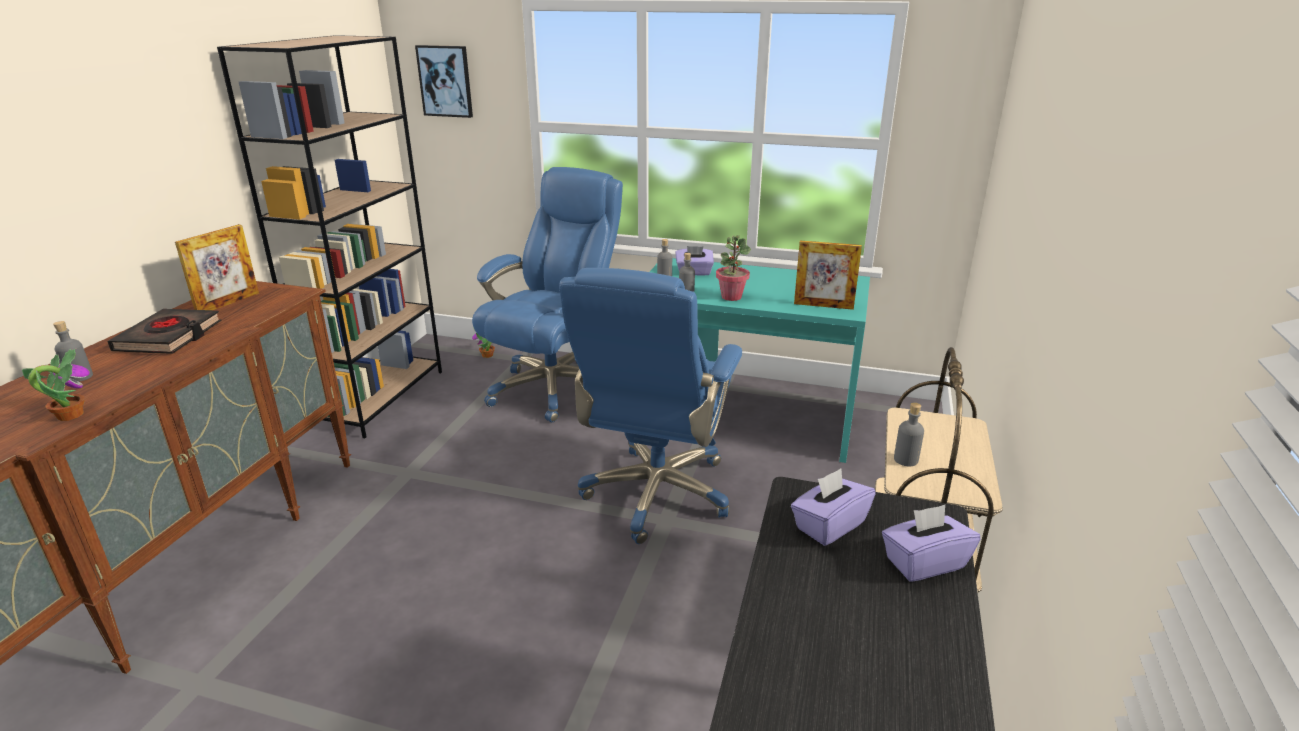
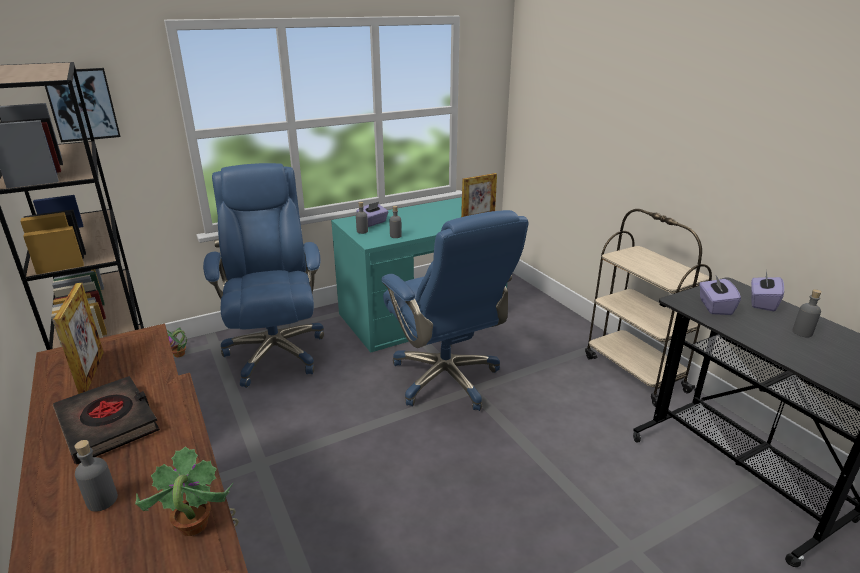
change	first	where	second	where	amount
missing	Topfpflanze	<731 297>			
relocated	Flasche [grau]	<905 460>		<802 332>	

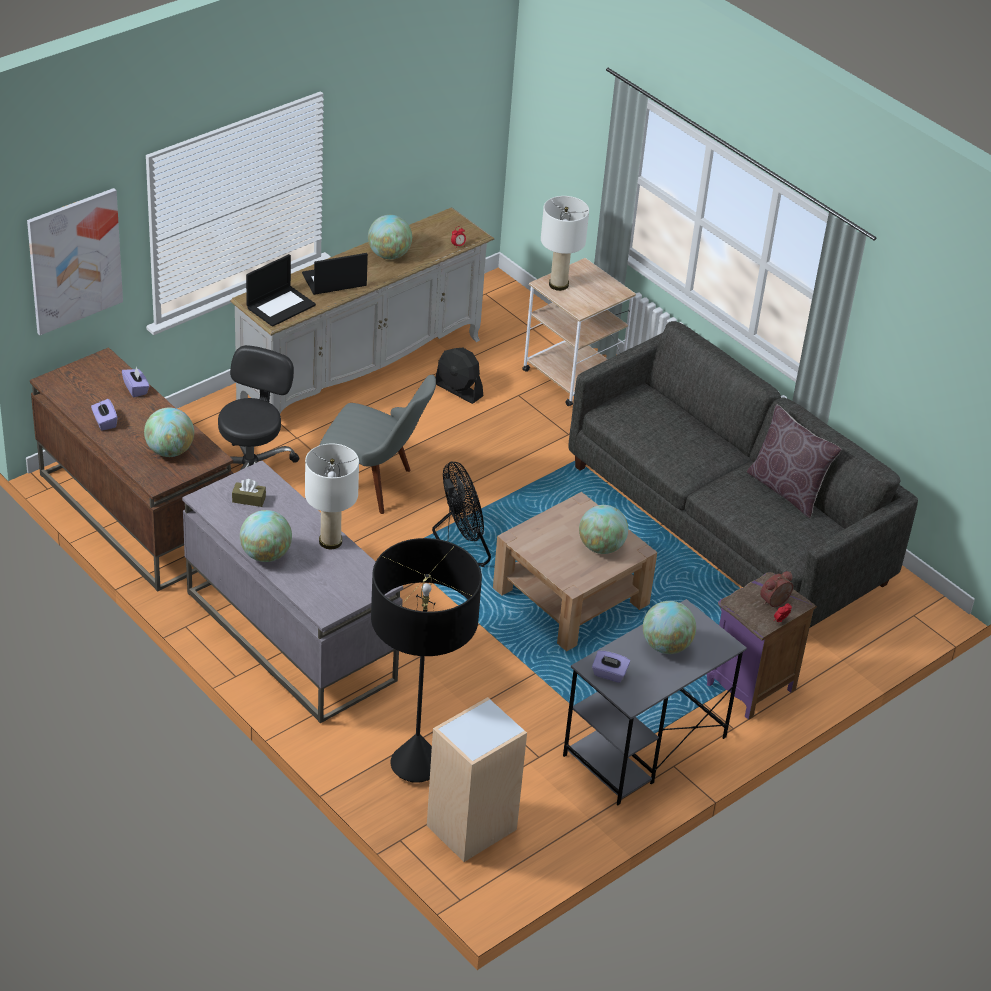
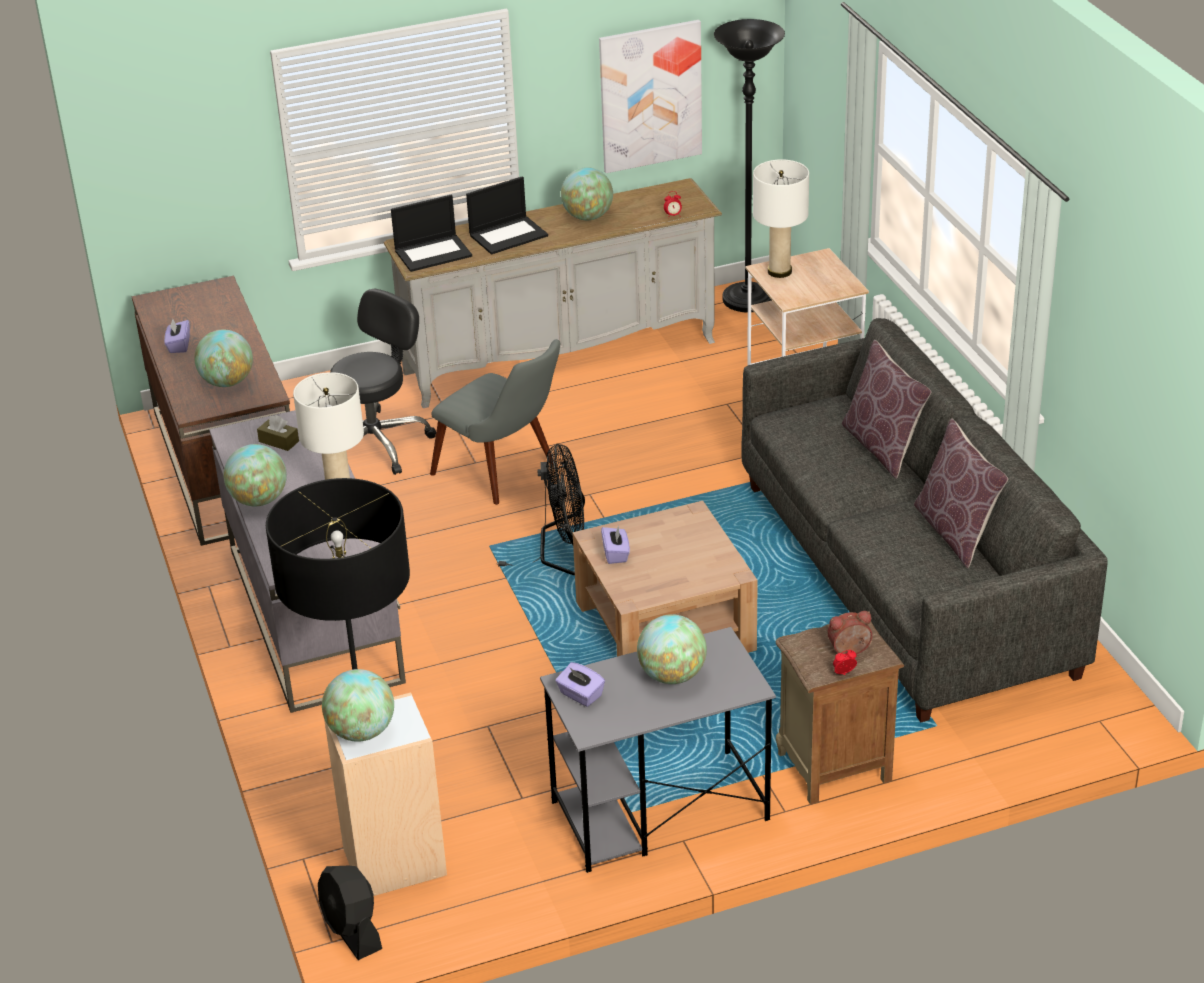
change	first	where	second	where	amount
relocated	Bild	<74 260>		<650 96>	
relocated	Taschentuchbox [lila]	<136 389>		<616 554>	
spun	Laptop	<334 280>		<508 235>	150 degrees clockwise
relocated	Ventilator [schwarz]	<458 390>		<352 930>	
relocated	Globus	<601 547>		<361 731>	
colour	Nachttisch [lila]	<749 686>	Nachttisch [beige]	<832 766>	
appeared			Stehlampe [schwarz]	<747 300>	
appeared			Kissen [braun]	<882 447>	

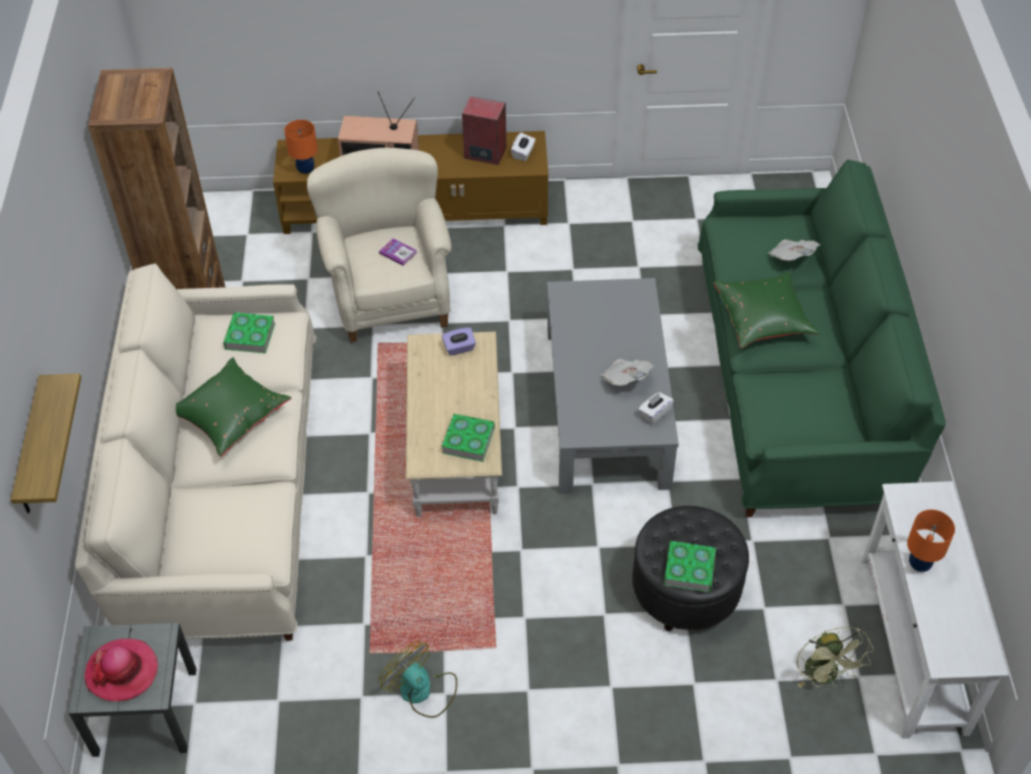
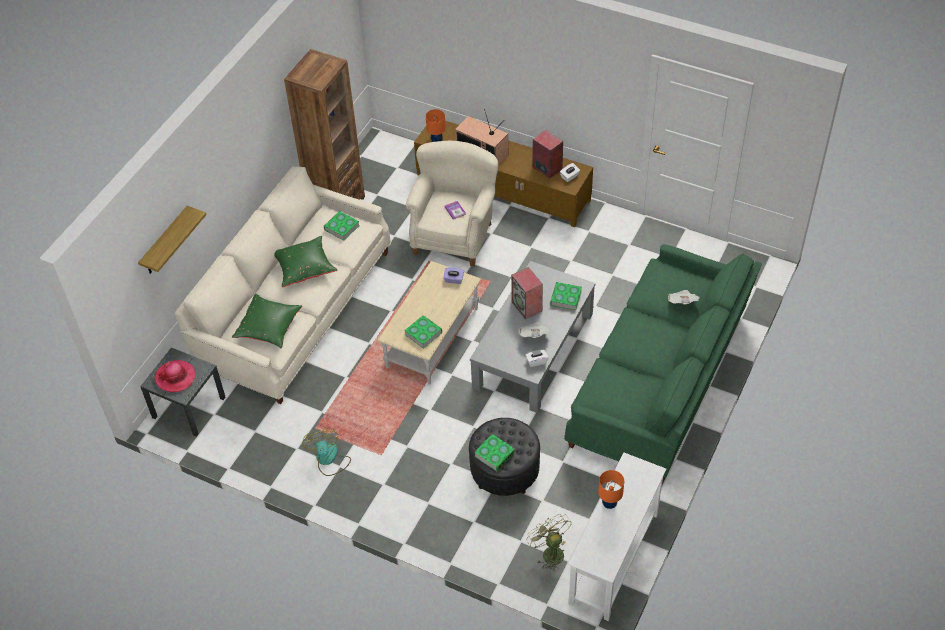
change	first	where	second	where	amount
relocated	Kissen [grün]	<763 320>		<269 328>	
spun	Ventilator [grün]	<825 676>		<549 552>	135 degrees clockwise
appeared			Lautsprecher	<527 306>	
appeared			Buch	<565 298>	

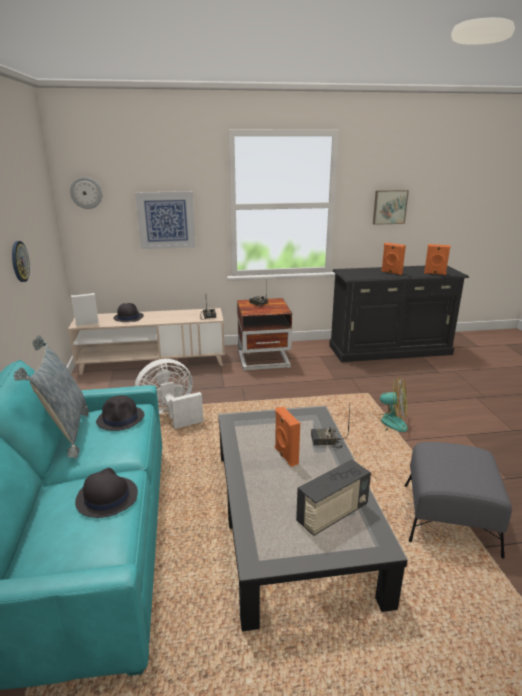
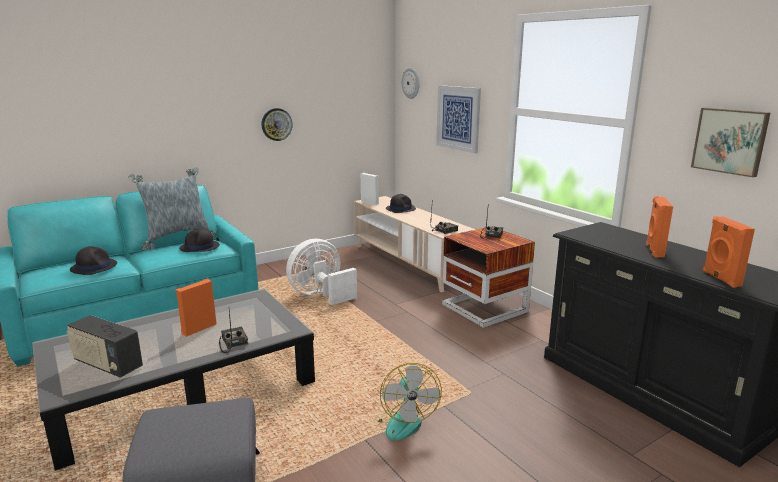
change	first	where	second	where	amount
spun	Ventilator [weiß]	<170 414>		<320 295>	75 degrees counterclockwise

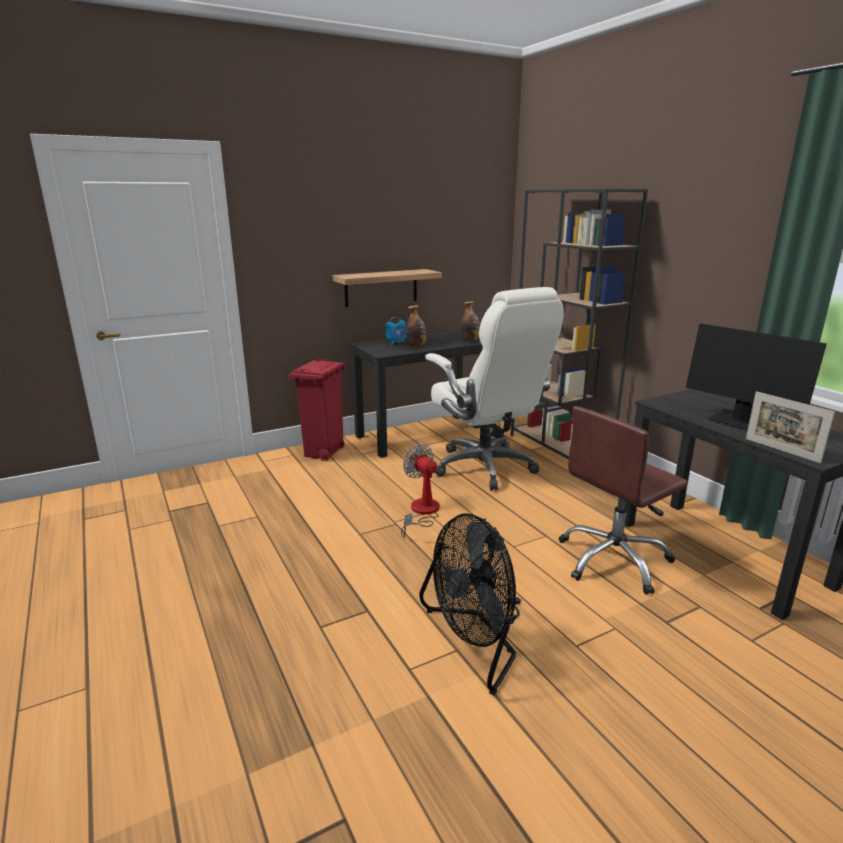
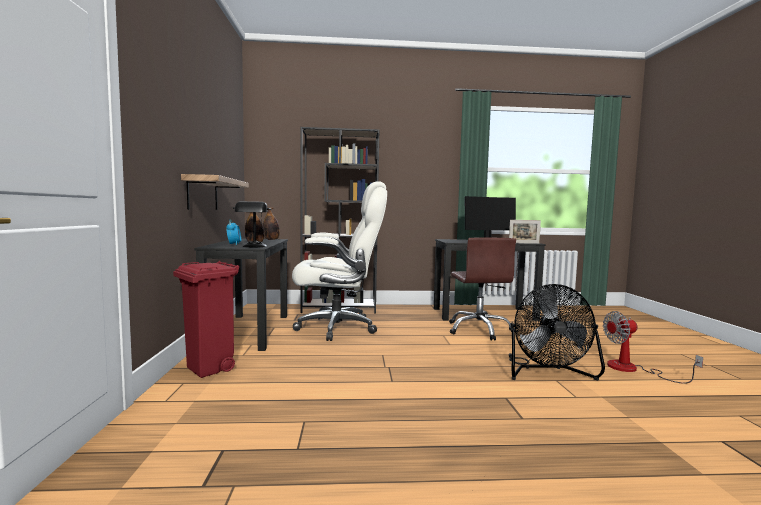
change	first	where	second	where	amount
relocated	Ventilator	<422 512>		<633 369>	
appeared			Tischlampe [schwarz]	<254 246>	

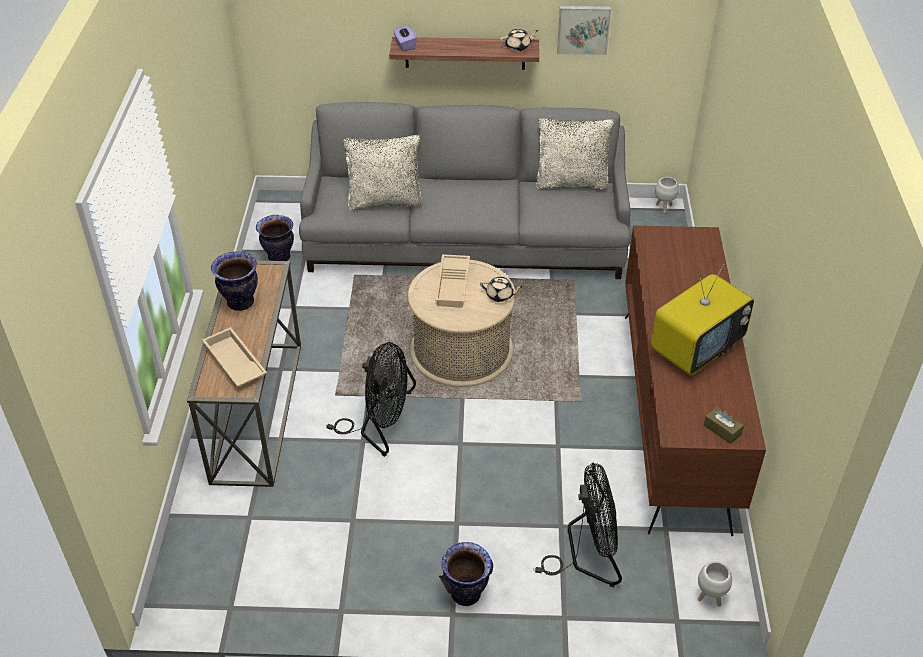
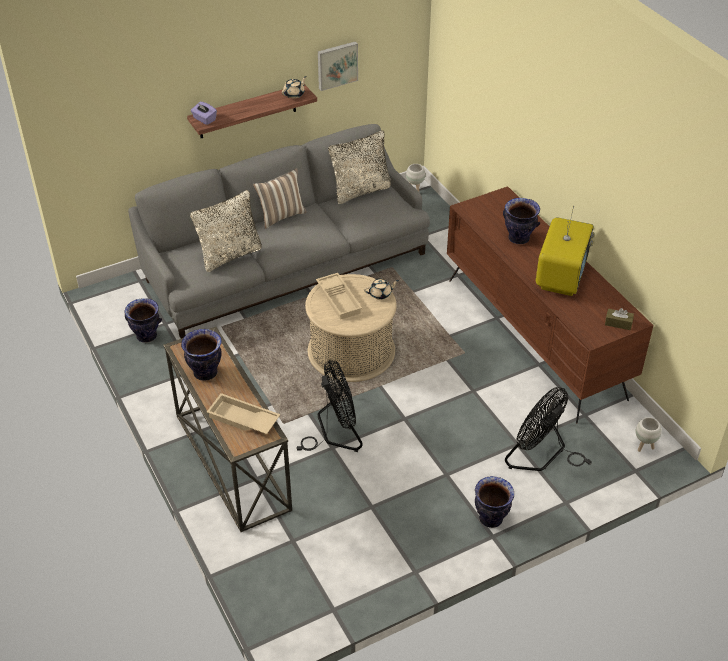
change	first	where	second	where	amount
spun	Ventilator [schwarz]	<586 549>		<545 452>	105 degrees counterclockwise
appeared			Kissen	<281 216>	
appeared			Vase	<519 238>	

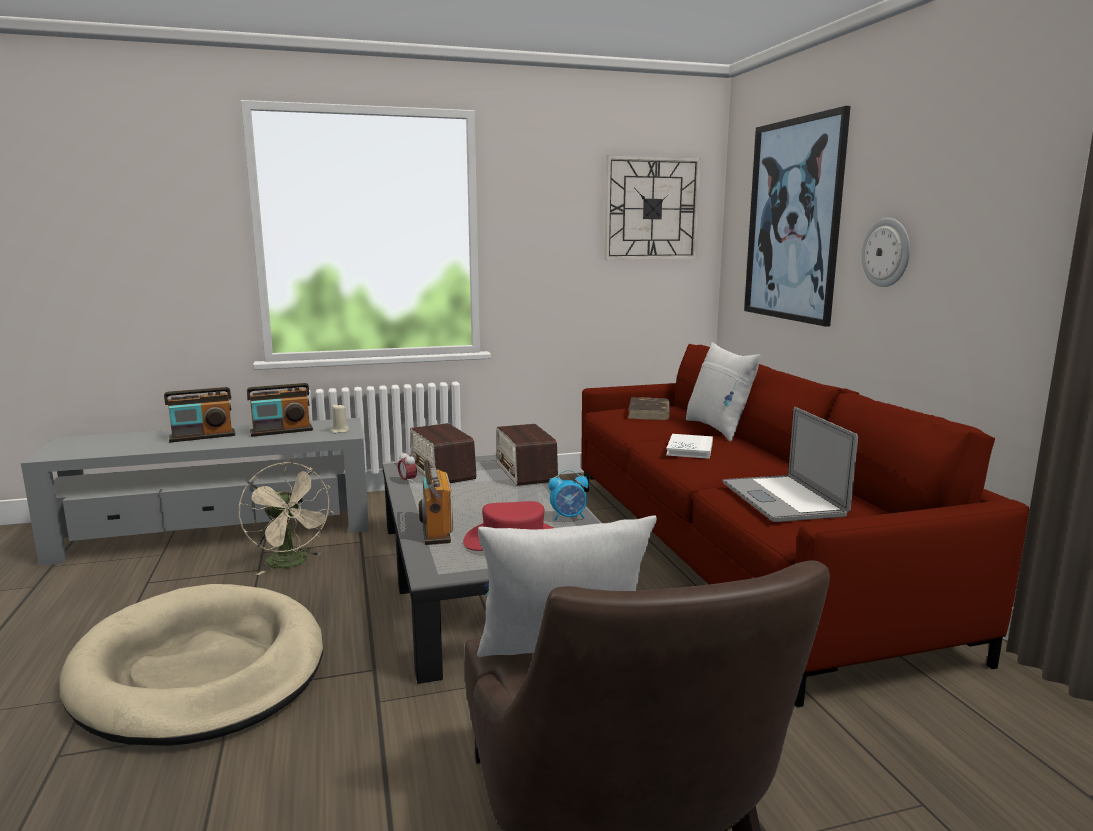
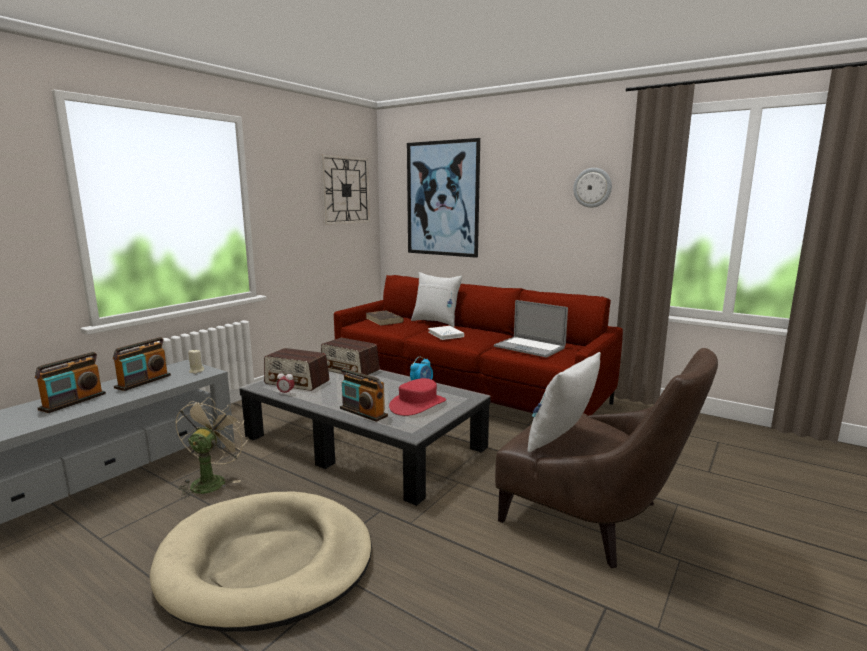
change	first	where	second	where	amount
spun	Ventilator [beige]	<292 563>		<211 481>	90 degrees counterclockwise
relocated	Wanduhr	<887 252>		<592 187>	

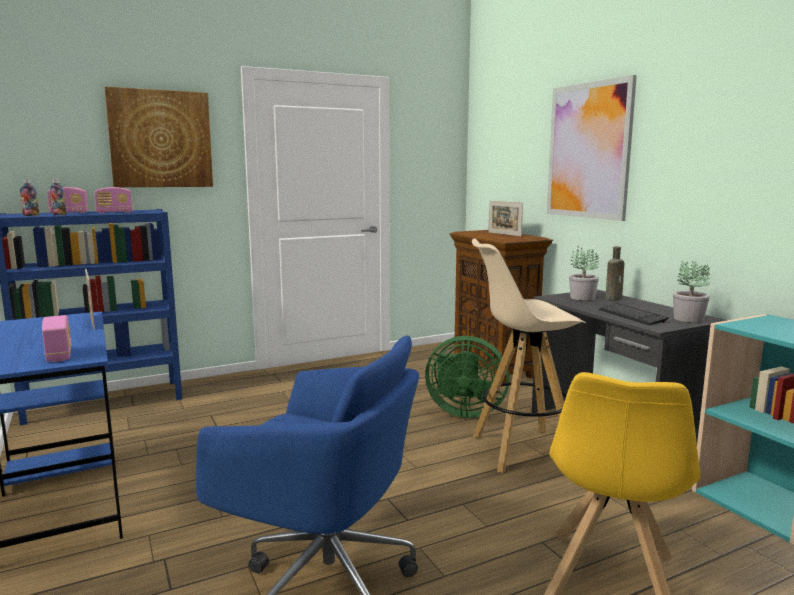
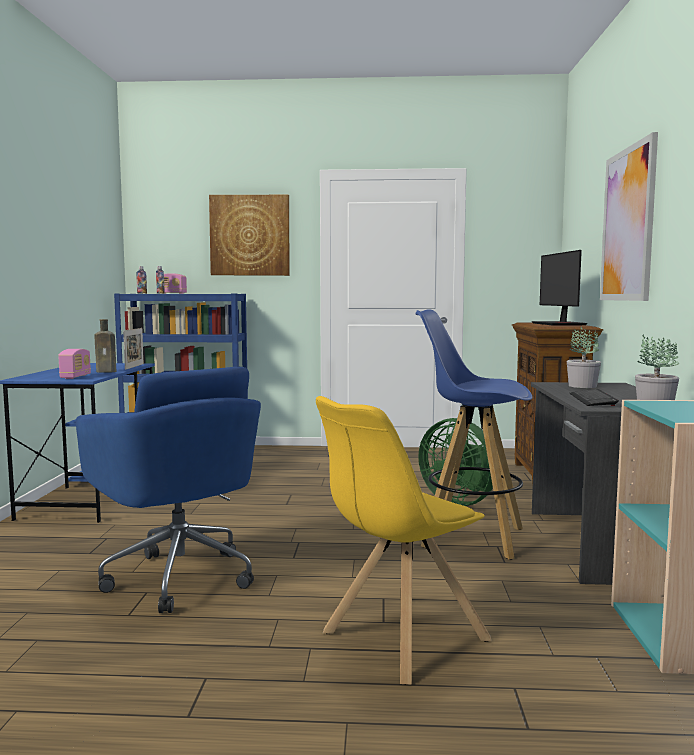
change	first	where	second	where	amount
missing	Radio	<114 212>			
colour	Hocker [beige]	<520 449>	Hocker [blau]	<470 537>	
exchanged	Bilderrahmen	<504 234>	Monitor	<559 324>	
relocated	Flasche [braun]	<614 298>		<107 371>	

